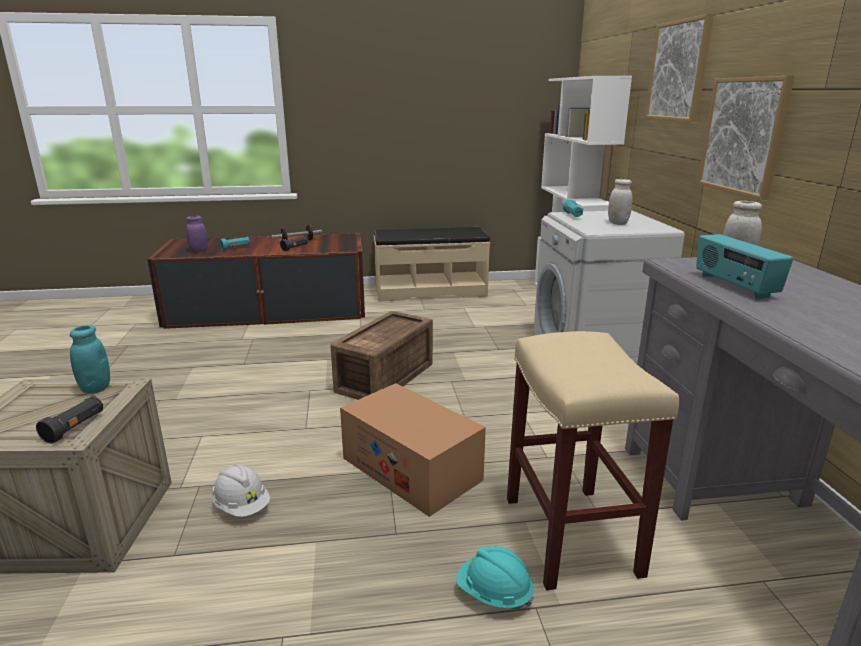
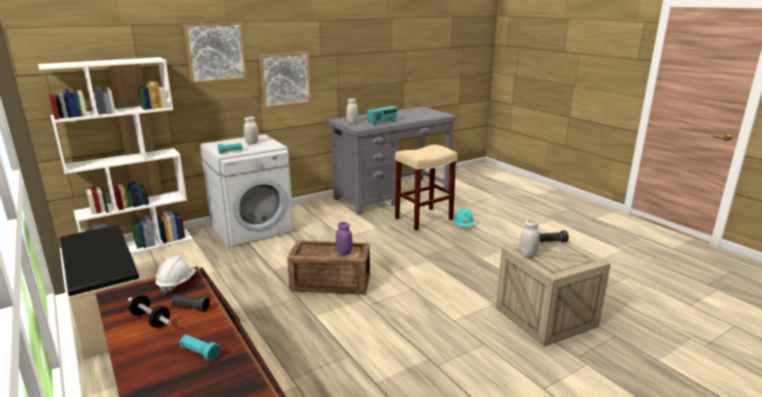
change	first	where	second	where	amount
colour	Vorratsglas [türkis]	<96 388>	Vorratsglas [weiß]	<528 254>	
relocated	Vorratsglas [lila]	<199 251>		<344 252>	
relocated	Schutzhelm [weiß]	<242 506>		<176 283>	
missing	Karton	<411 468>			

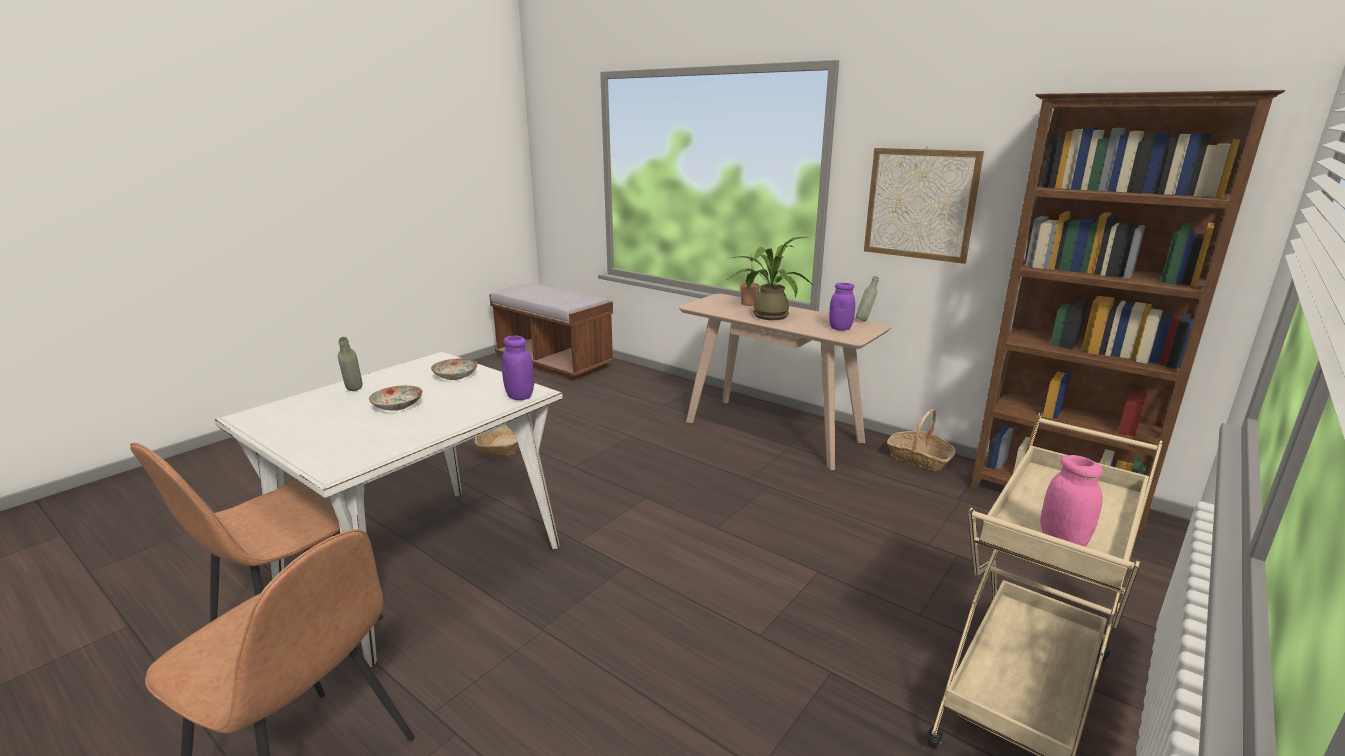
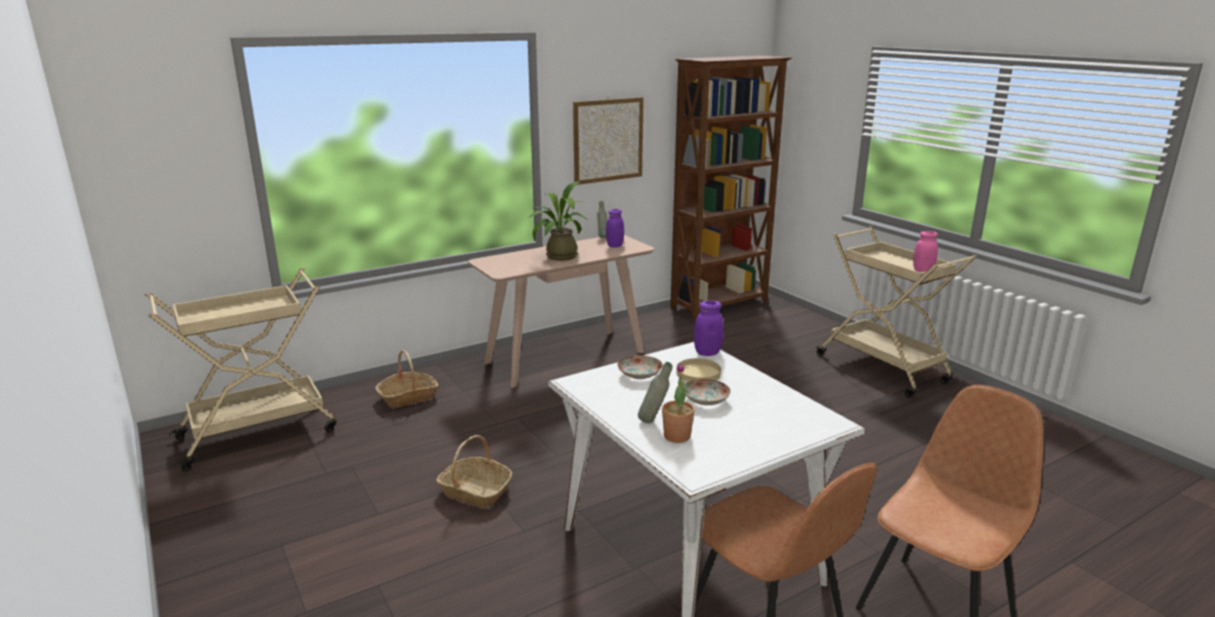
change	first	where	second	where	amount
exchanged	Bank [braun]	<554 363>	Rollwagen [beige]	<258 435>	
relocated	Topfpflanze	<749 304>		<677 436>	
relocated	Korb	<919 459>		<408 397>	
appeared			Teller [beige]	<698 374>	

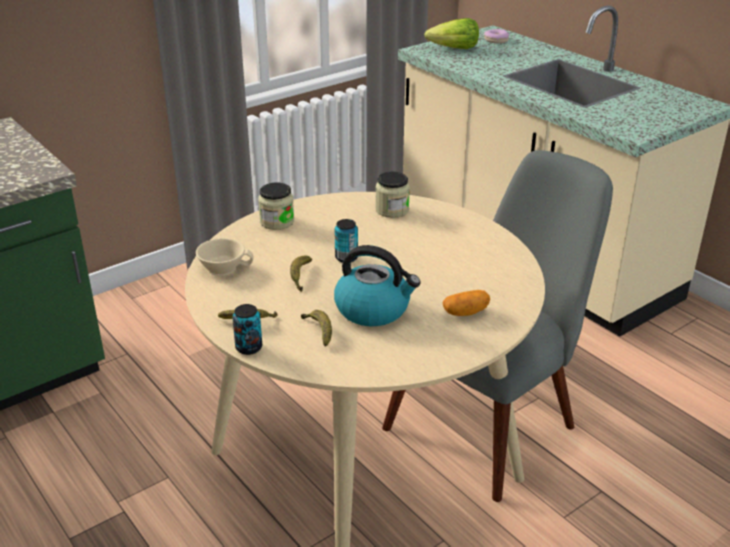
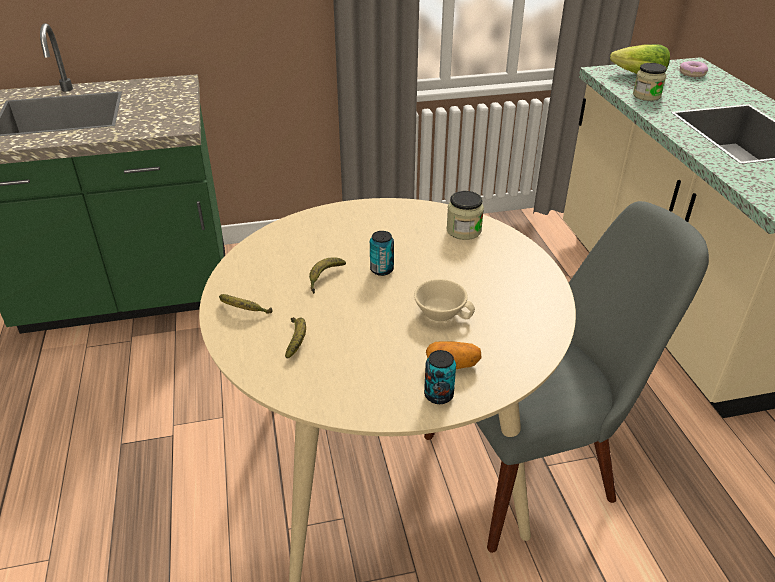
change	first	where	second	where	amount
relocated	Tasse [beige]	<224 267>		<442 312>	
relocated	Dose	<249 348>		<438 395>	
relocated	Vorratsglas	<277 222>		<646 95>	
missing	Wasserkessel	<374 309>			

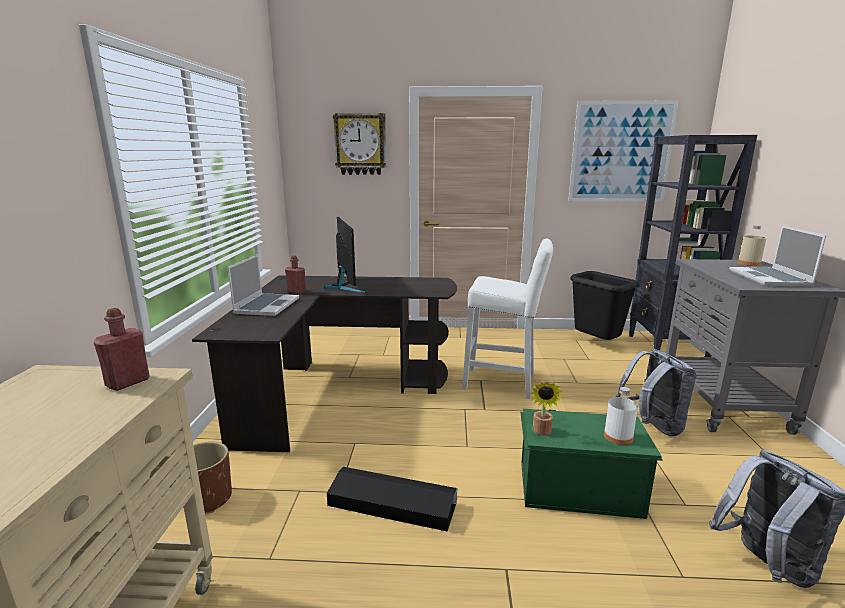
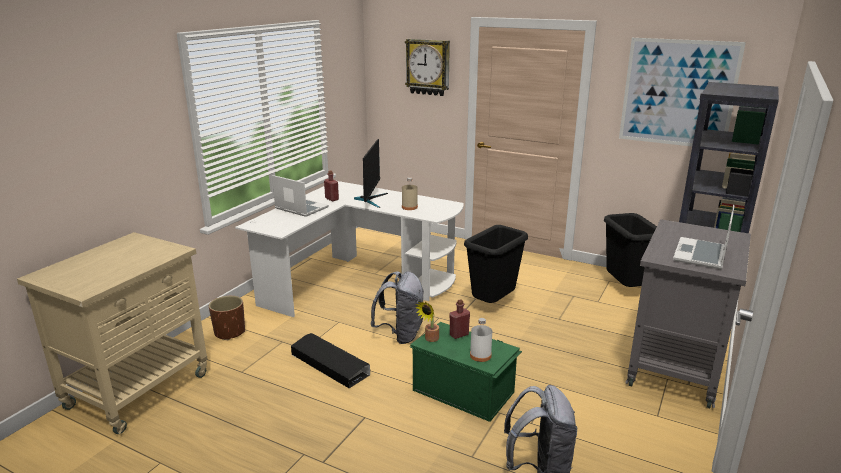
change	first	where	second	where	amount
relocated	Flasche [rot]	<128 382>		<459 334>	
colour	Schreibtisch [schwarz]	<335 390>	Schreibtisch [weiß]	<356 281>	
spun	Laptop	<266 306>		<300 208>	90 degrees counterclockwise
exchanged	Hocker [weiß]	<503 383>	Mülleimer [schwarz]	<492 305>	
relocated	Rucksack [grau]	<652 426>		<400 334>	
relocated	Flasche [beige]	<749 263>		<409 207>	

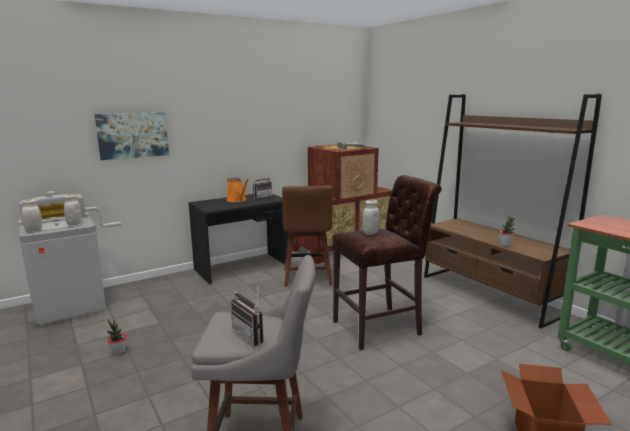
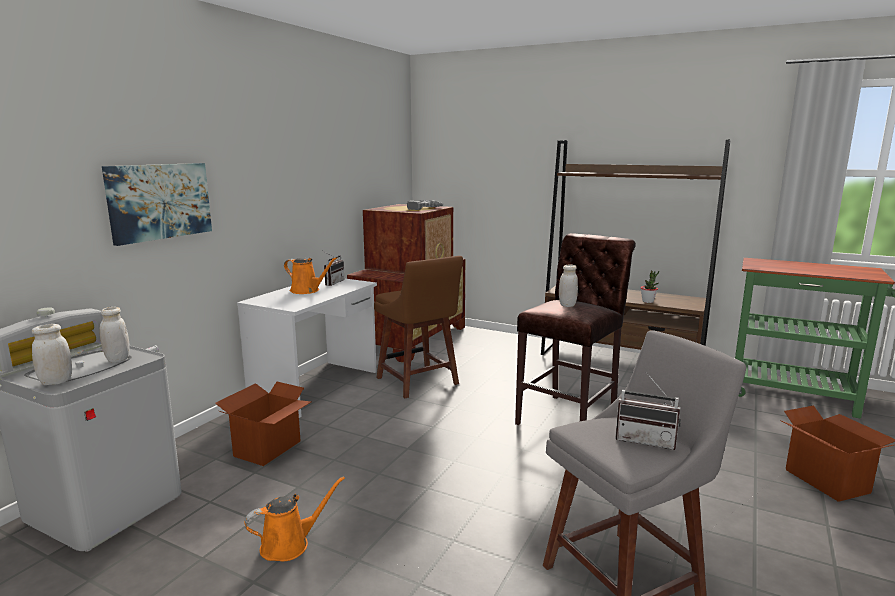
change	first	where	second	where	amount
exchanged	Topfpflanze	<118 351>	Gießkanne [orange]	<289 544>	
colour	Schreibtisch [schwarz]	<242 268>	Schreibtisch [weiß]	<317 387>	
appeared			Karton	<268 449>	

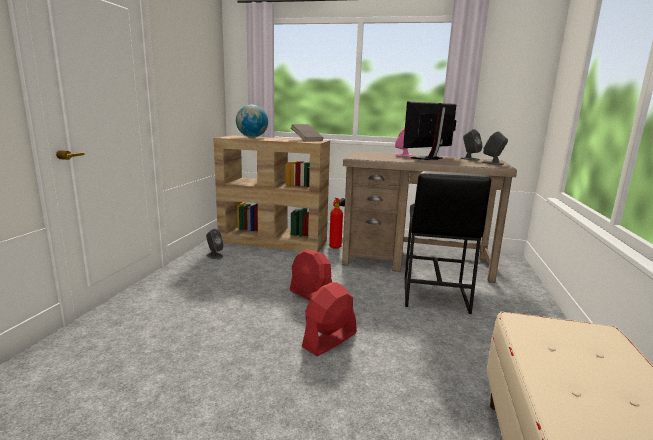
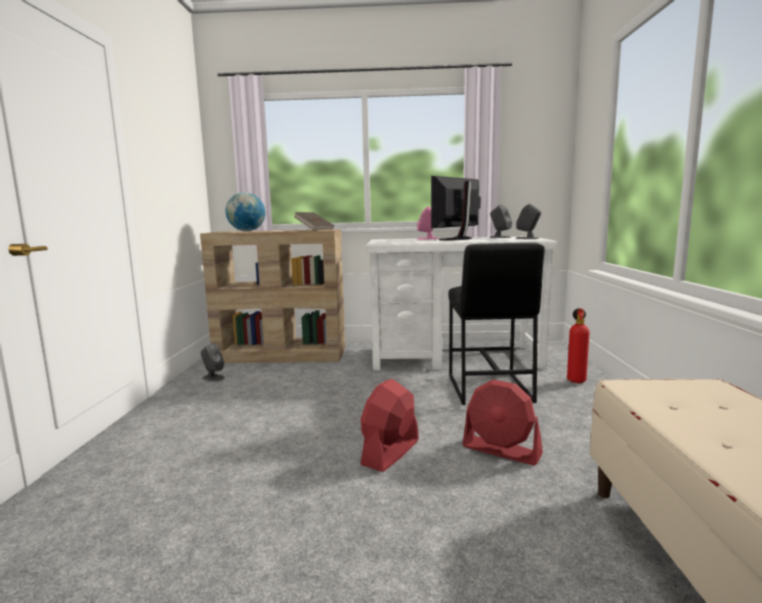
change	first	where	second	where	amount
relocated	Ventilator [rot]	<312 296>		<502 450>	
relocated	Feuerlöscher	<336 247>		<576 380>	
colour	Schreibtisch [braun]	<416 261>	Schreibtisch [weiß]	<454 357>	

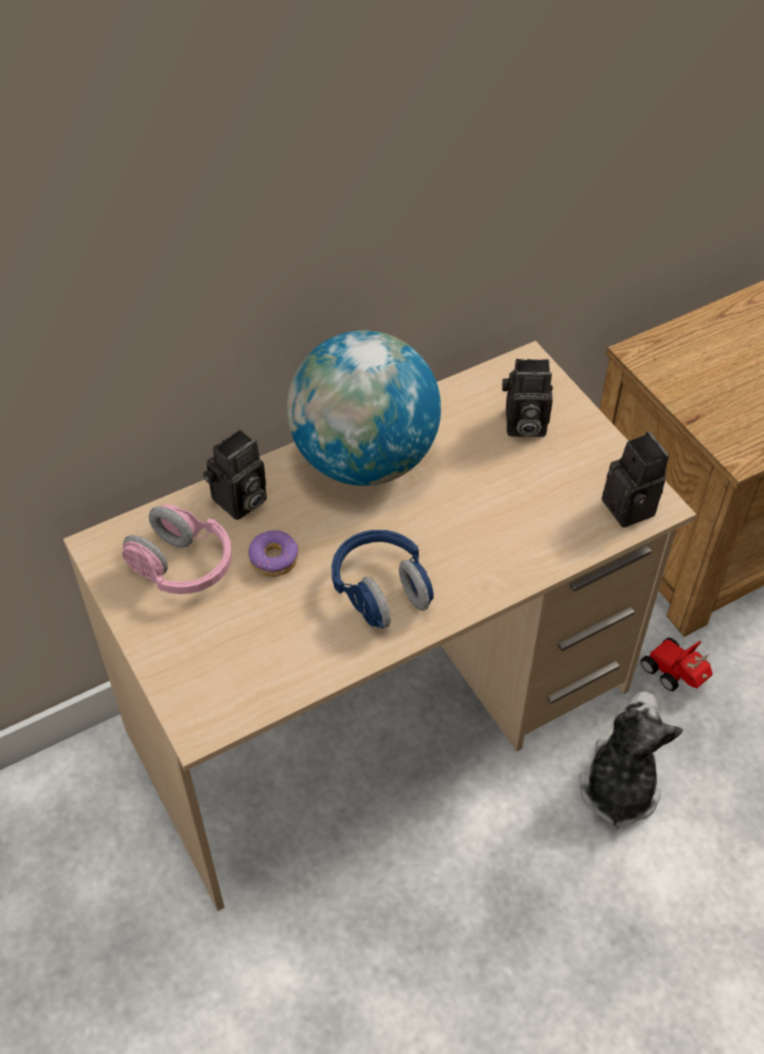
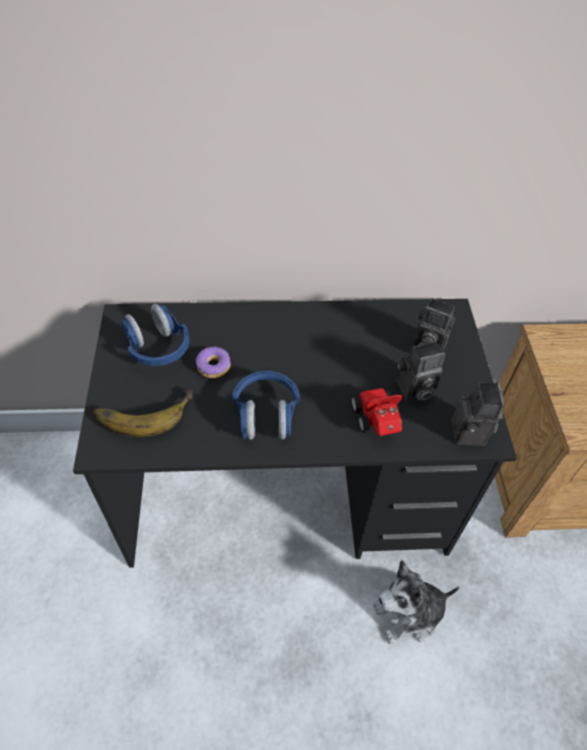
change	first	where	second	where	amount
colour	Schreibtisch [beige]	<380 712>	Schreibtisch [schwarz]	<288 495>	
colour	Kopfhörer [rosa]	<182 566>	Kopfhörer [blau]	<157 347>	
relocated	Kamera	<239 502>		<413 391>	
missing	Globus	<364 459>			
spun	Plüschtier	<618 786>		<409 614>	150 degrees counterclockwise
relocated	Spielzeugauto	<676 675>		<377 422>	
appeared			Banane	<143 410>	

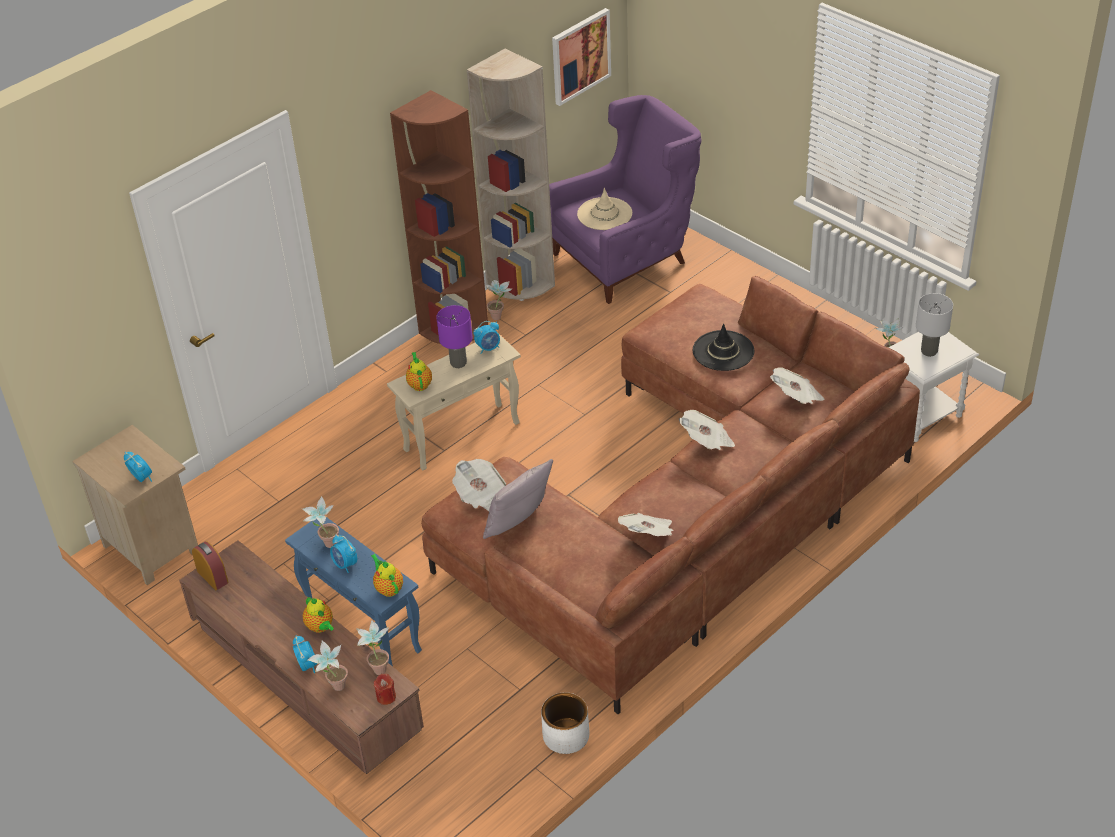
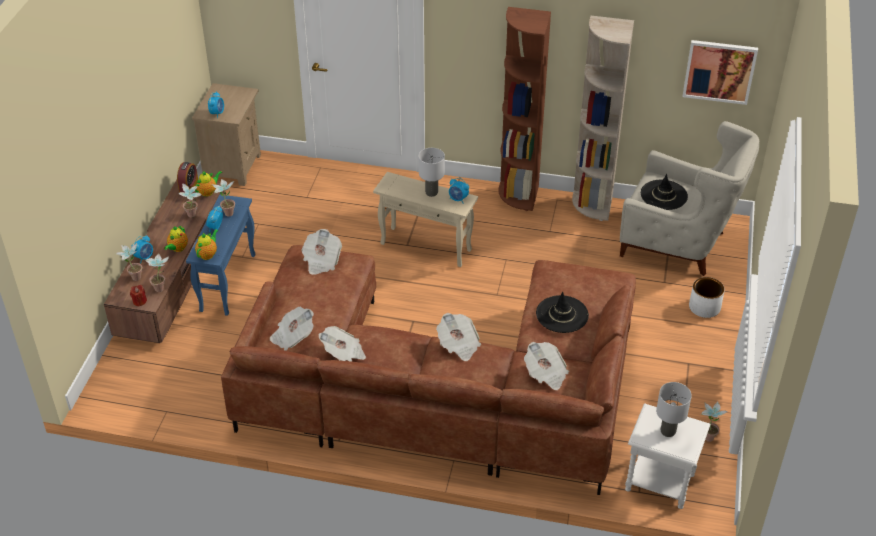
change	first	where	second	where	amount
relocated	Teekanne	<419 384>		<208 192>	
colour	Tischlampe [lila]	<459 363>	Tischlampe [weiß]	<432 193>	
missing	Kissen [lila]	<518 523>			
relocated	Topfpflanze	<500 316>		<193 216>	
relocated	Pflanzkübel [weiß]	<566 736>		<704 308>	
colour	Sessel [lila]	<626 258>	Sessel [beige]	<678 244>	
colour	Hut [beige]	<604 214>	Hut [schwarz]	<664 195>	
appeared			Zeitung	<292 337>	

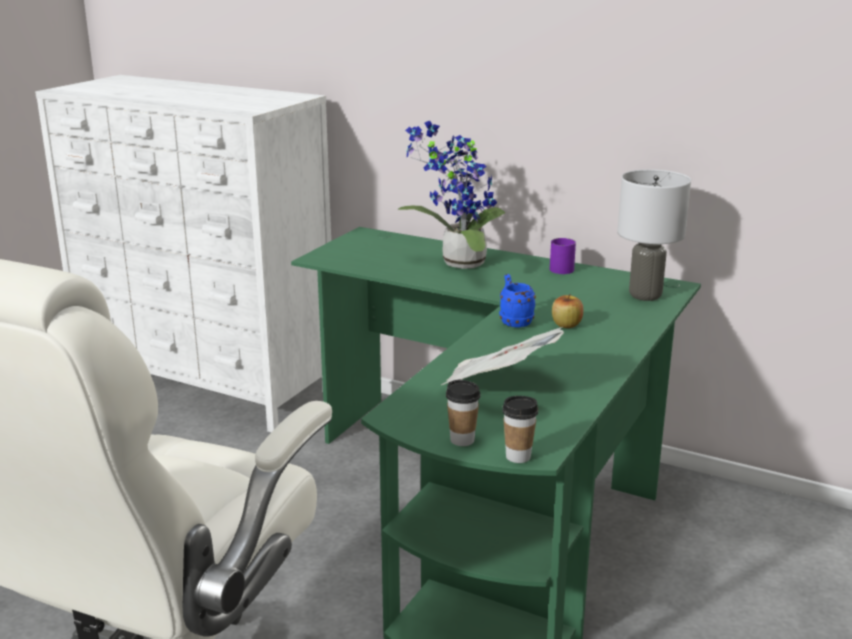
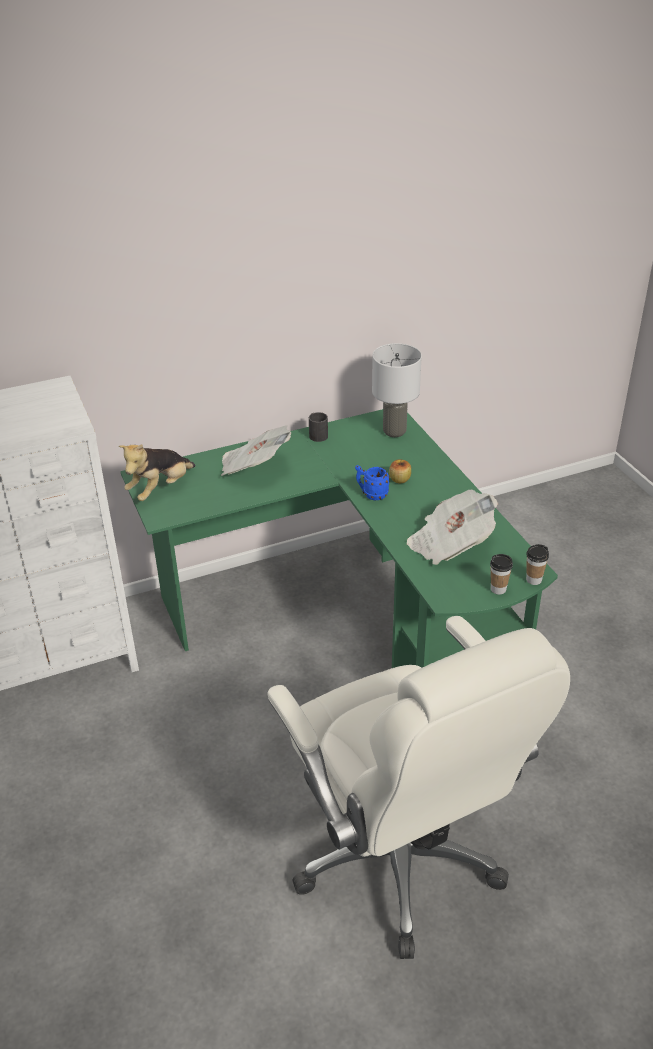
change	first	where	second	where	amount
exchanged	Topfpflanze	<458 263>	Zeitung	<254 467>	
colour	Henkelbecher [lila]	<563 268>	Henkelbecher [schwarz]	<316 434>	
appeared			Plüschtier	<160 489>	

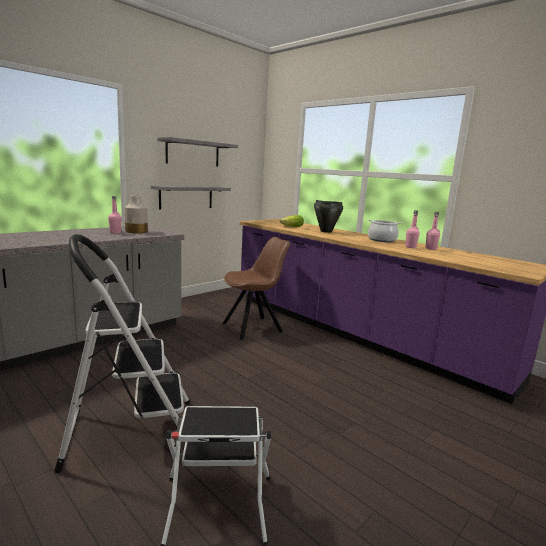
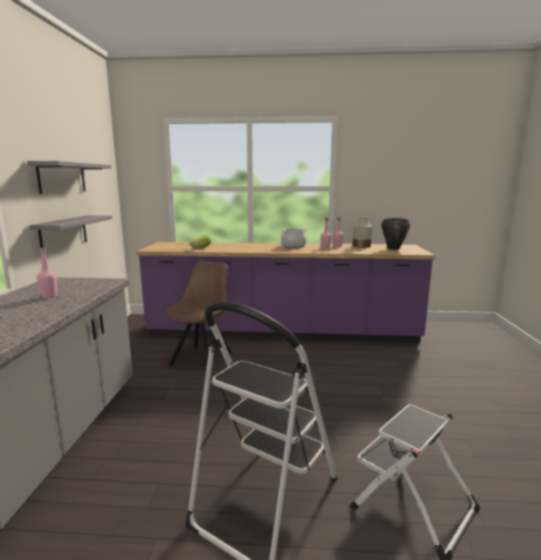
change	first	where	second	where	amount
relocated	Vase [beige]	<136 231>		<361 246>	
relocated	Kochtopf [schwarz]	<325 231>		<393 248>	

